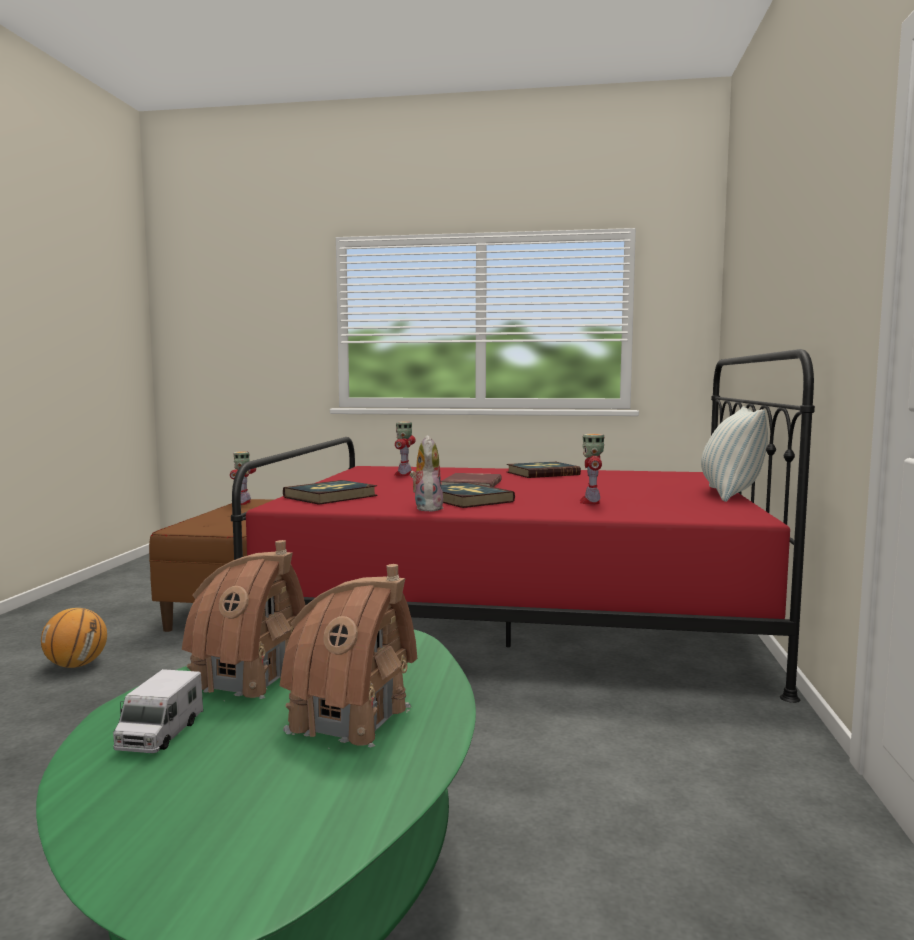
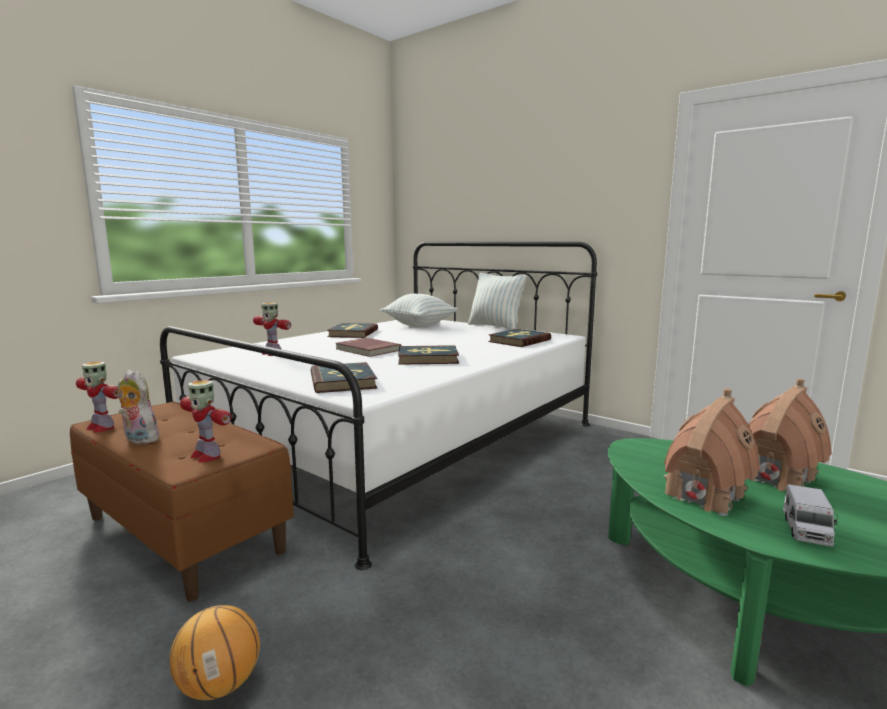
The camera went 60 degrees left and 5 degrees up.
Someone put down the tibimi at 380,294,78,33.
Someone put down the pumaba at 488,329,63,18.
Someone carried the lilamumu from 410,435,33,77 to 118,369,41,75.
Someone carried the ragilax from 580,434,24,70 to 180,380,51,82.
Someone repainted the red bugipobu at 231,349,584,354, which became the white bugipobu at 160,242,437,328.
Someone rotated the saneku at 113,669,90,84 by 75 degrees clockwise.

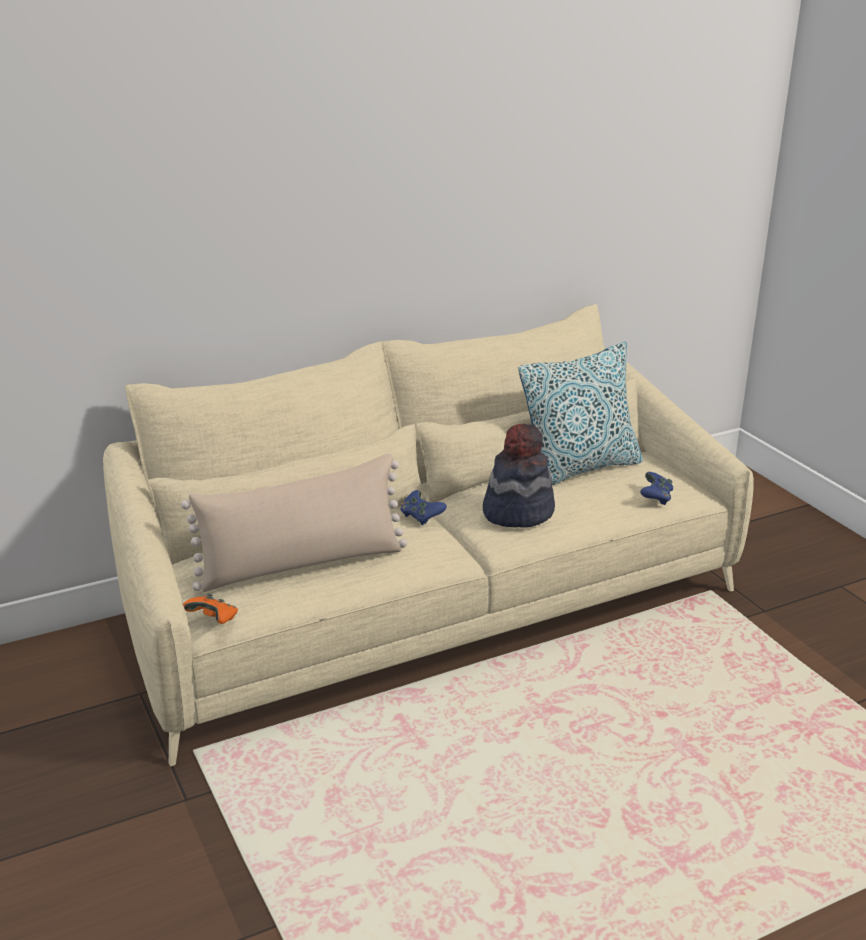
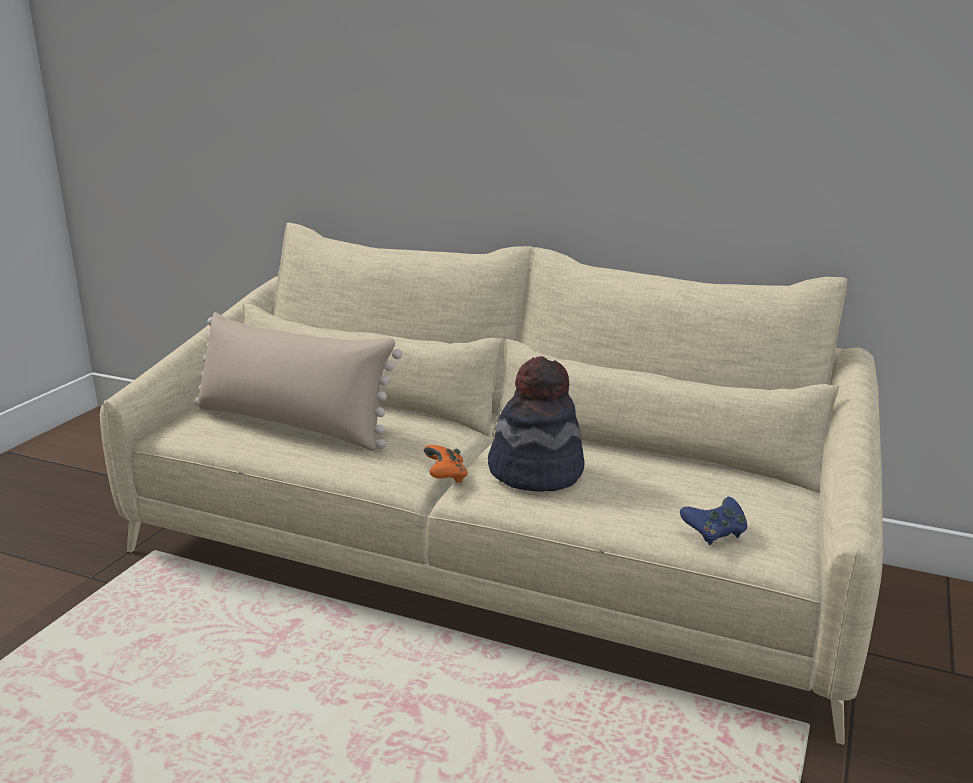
The camera went 50 degrees right and 5 degrees down.
Someone took away the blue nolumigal at 400,490,47,35.
Someone took away the tibimi at 518,341,125,144.
Someone carried the orange nolumigal from 183,593,55,31 to 423,445,45,38.

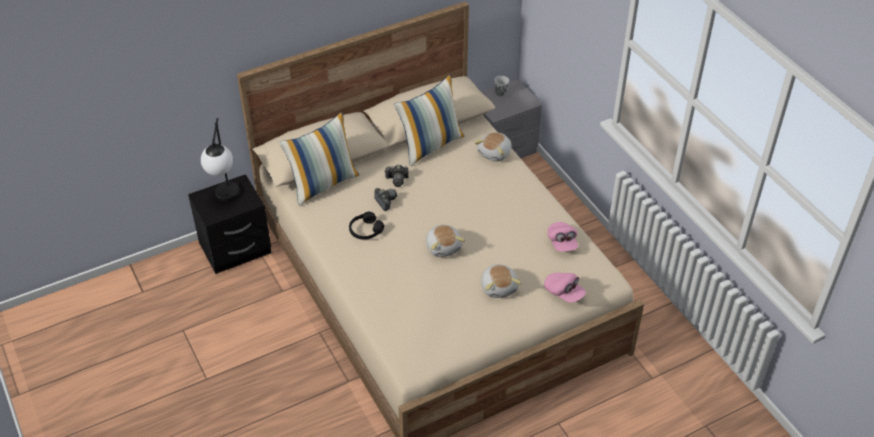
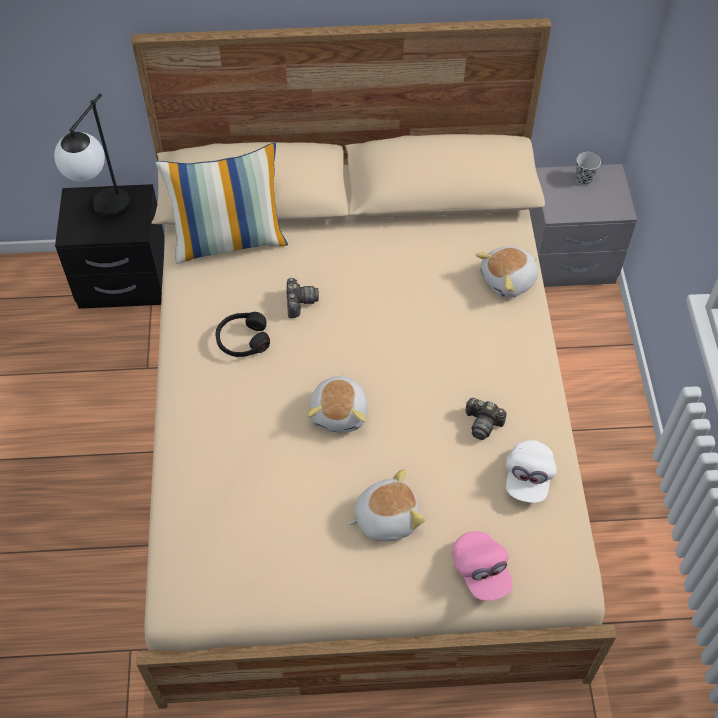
The camera went 25 degrees right and 10 degrees up.
Someone took away the tibimi at 394,75,70,91.
Someone carried the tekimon from 385,165,24,22 to 465,398,42,42.
Someone repainted the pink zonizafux at 547,222,31,30, which became the white zonizafux at 506,440,51,63.
Someone rotated the lilamumu at 481,264,41,34 by 120 degrees counterclockwise.

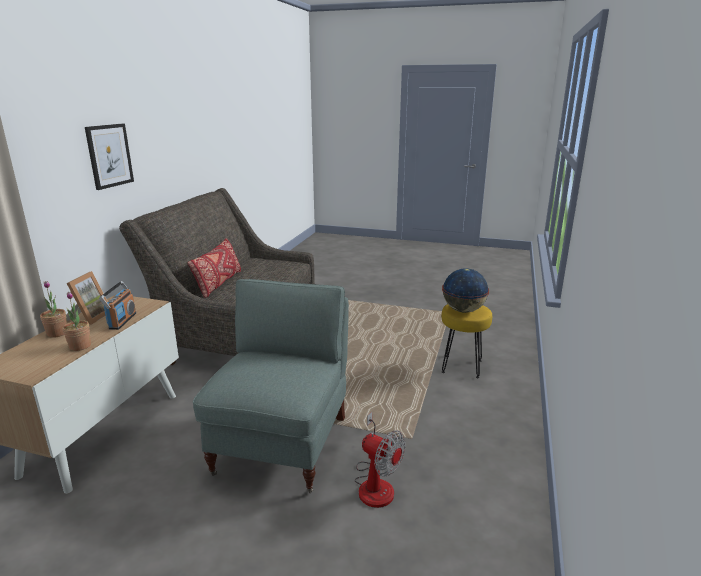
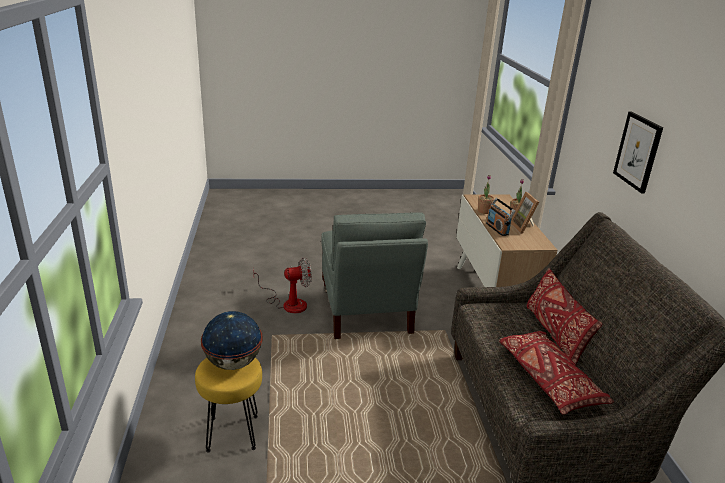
The camera went 155 degrees right and 5 degrees up.
Someone put down the red tibimi at 499,331,115,84.
Someone rotated the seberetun at 355,412,50,96 by 150 degrees clockwise.

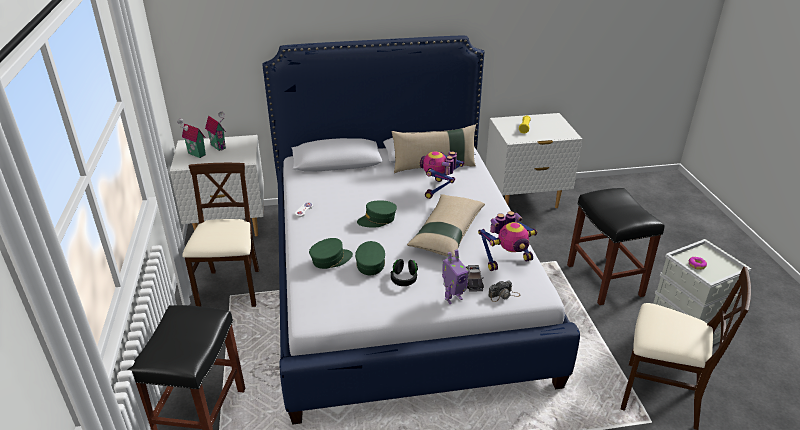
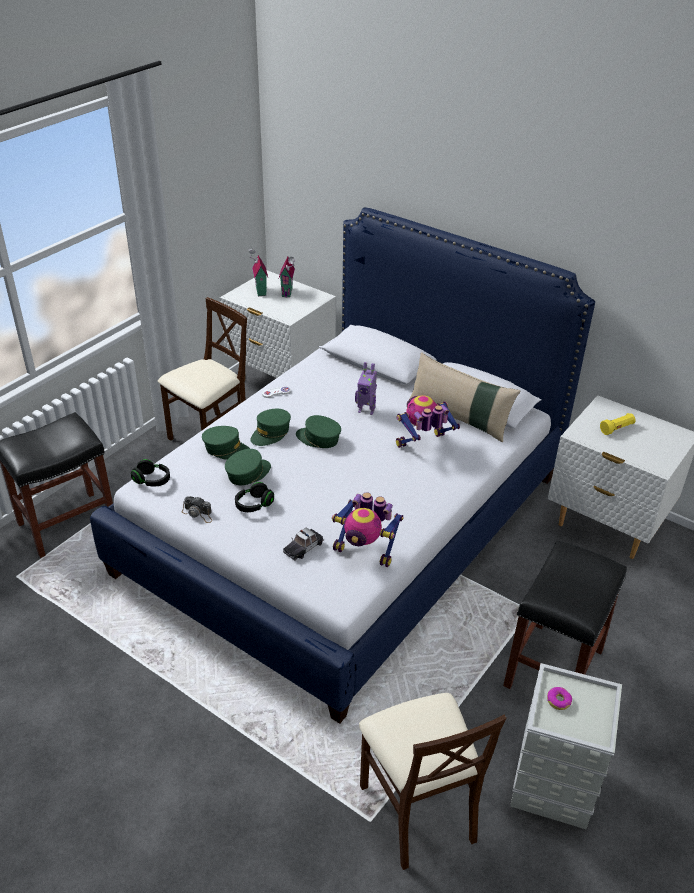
The camera went 45 degrees right and 5 degrees up.
Someone took away the beige tibimi at 407,194,78,63.
Someone put down the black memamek at 131,459,39,27.
Someone put down the green zonizafux at 250,409,41,37.
Someone carried the ragilax from 442,249,27,55 to 355,362,22,53.
Someone carried the tekimon from 488,281,32,21 to 182,496,30,27.

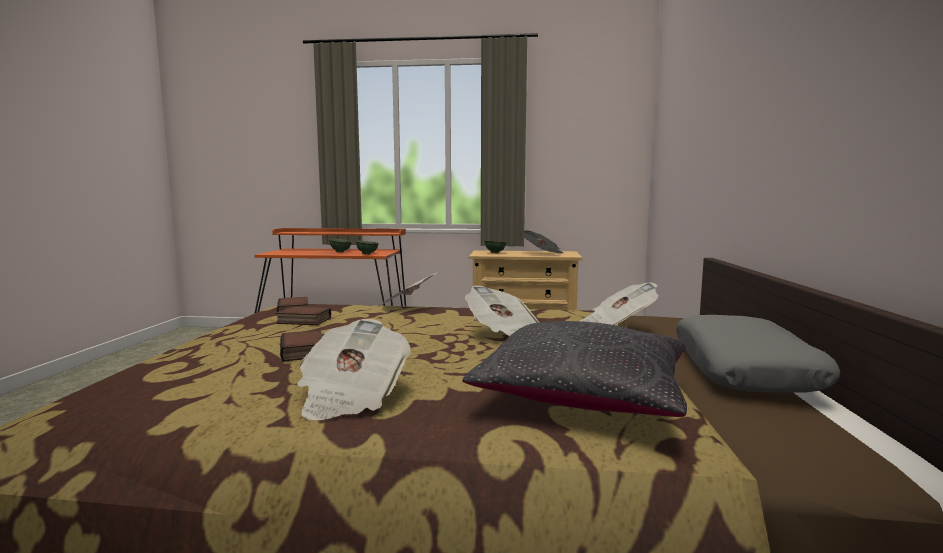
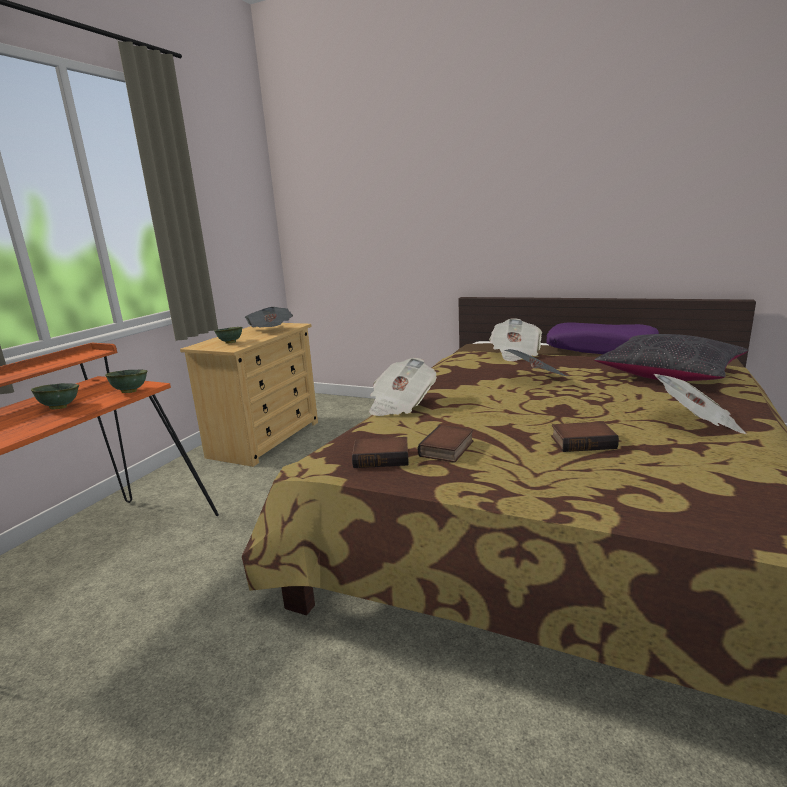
The camera went 70 degrees left and 10 degrees up.
Someone repainted the grey tibimi at 676,315,164,77, which became the purple tibimi at 547,322,112,32.

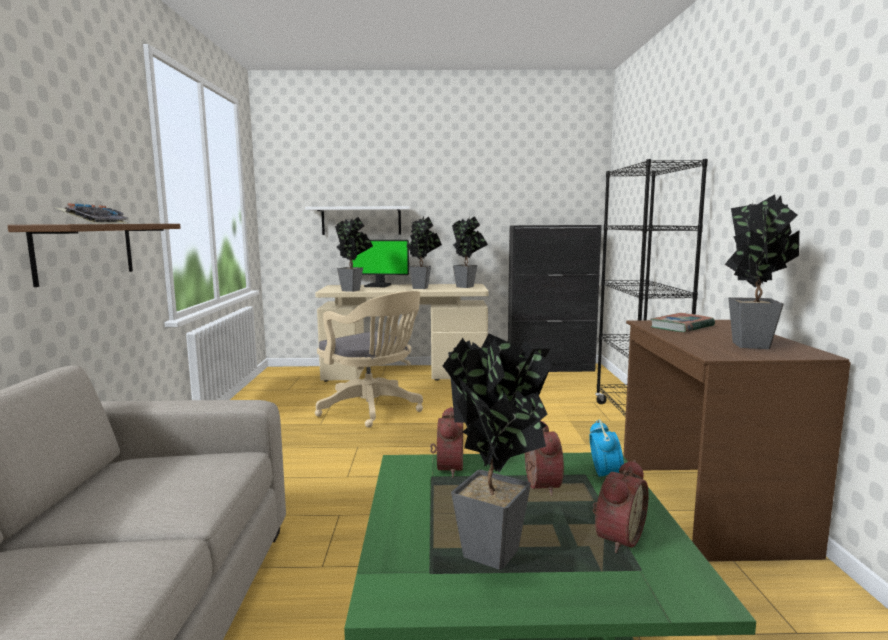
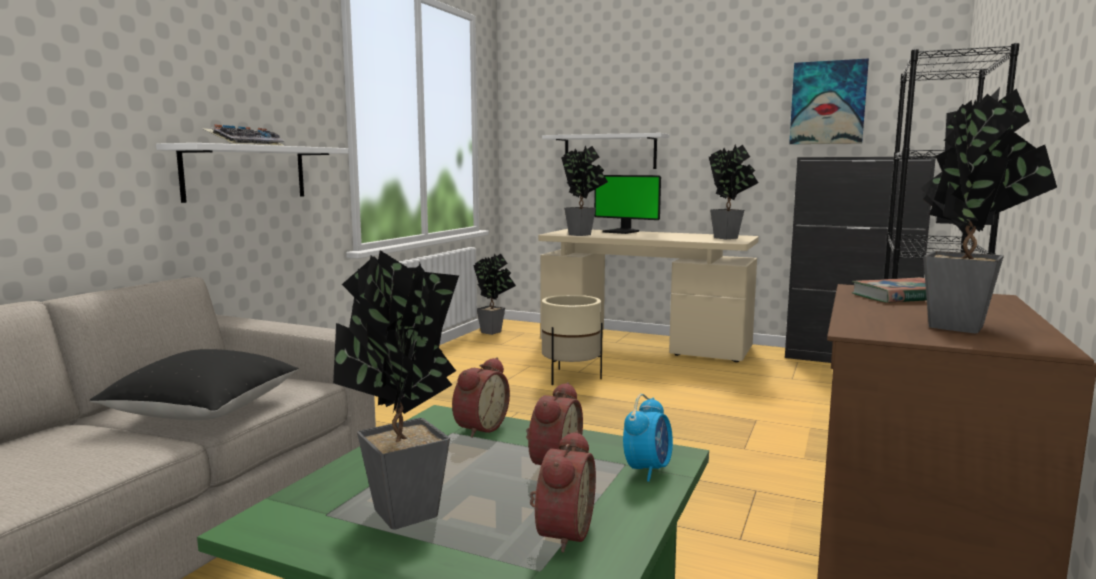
The camera went 25 degrees right and 0 degrees up.
Someone put down the black tibimi at 90,349,209,71.
Someone put up the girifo at 789,58,80,86.
Someone carried the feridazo from 407,216,35,73 to 473,253,43,82.
Someone swapped the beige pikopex at 315,291,108,137 for the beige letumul at 542,295,61,90.
Someone repainted the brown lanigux at 7,224,174,63, which became the white lanigux at 156,143,192,60.
Someone rotated the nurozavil at 593,460,55,93 by 45 degrees counterclockwise.

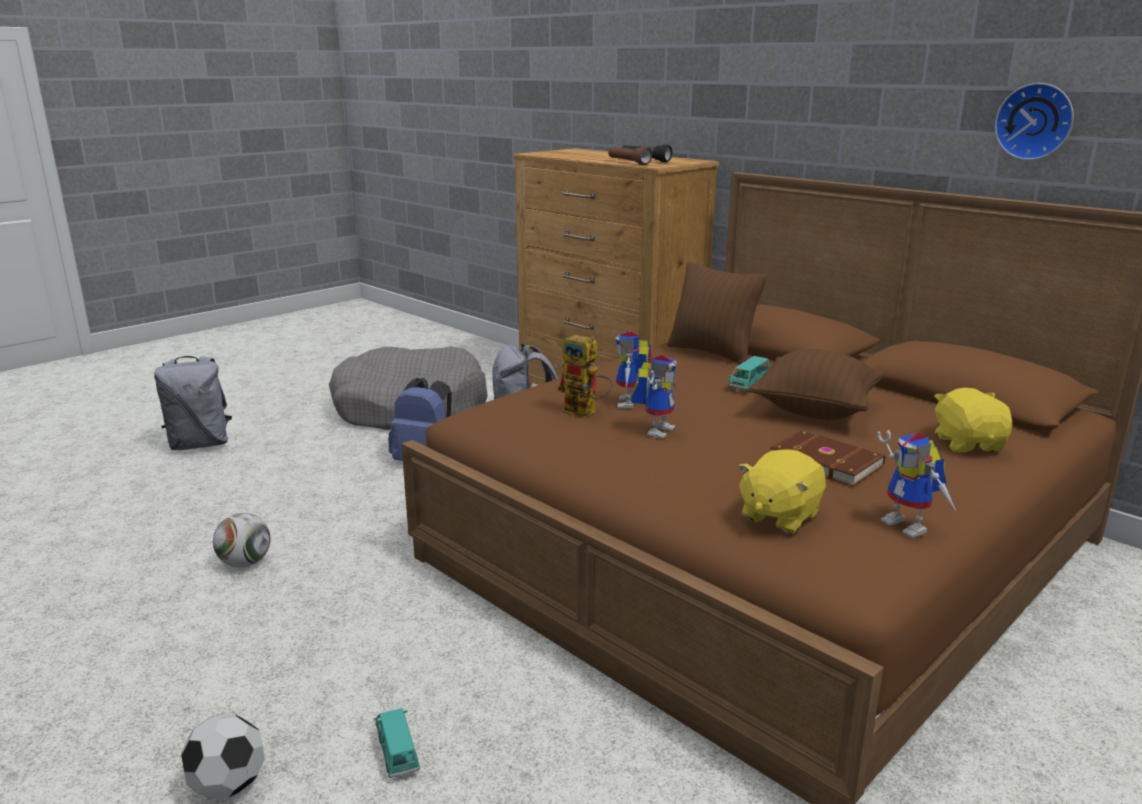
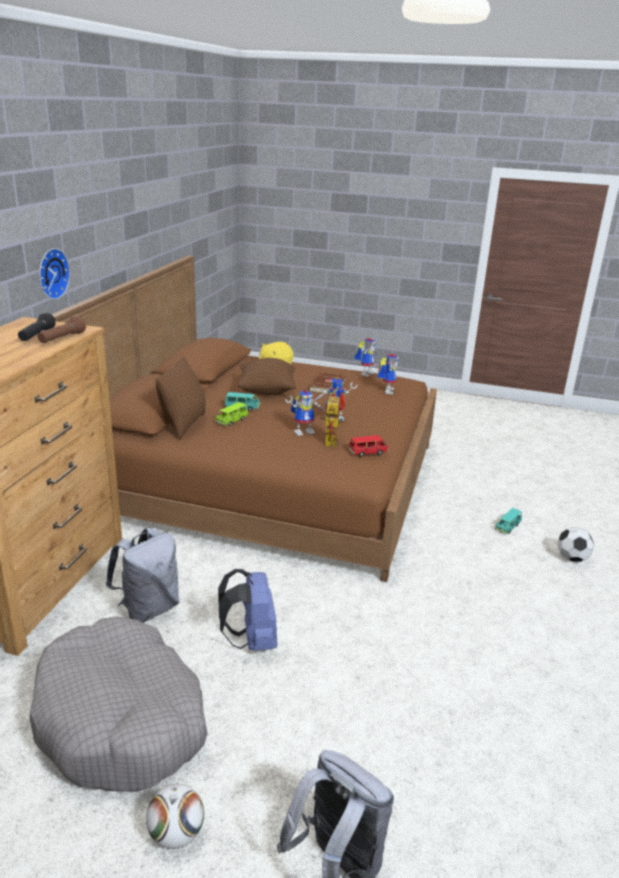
The camera went 120 degrees left and 5 degrees up.
Someone put down the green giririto at 215,402,33,24.
Someone put down the red giririto at 349,435,40,22.
Someone carried the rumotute from 213,513,57,55 to 146,784,58,65.
Someone carried the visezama from 995,83,79,77 to 39,248,31,52.
Someone swapped the yellow lilamumu at 738,449,88,85 for the ragilax at 377,354,22,41.

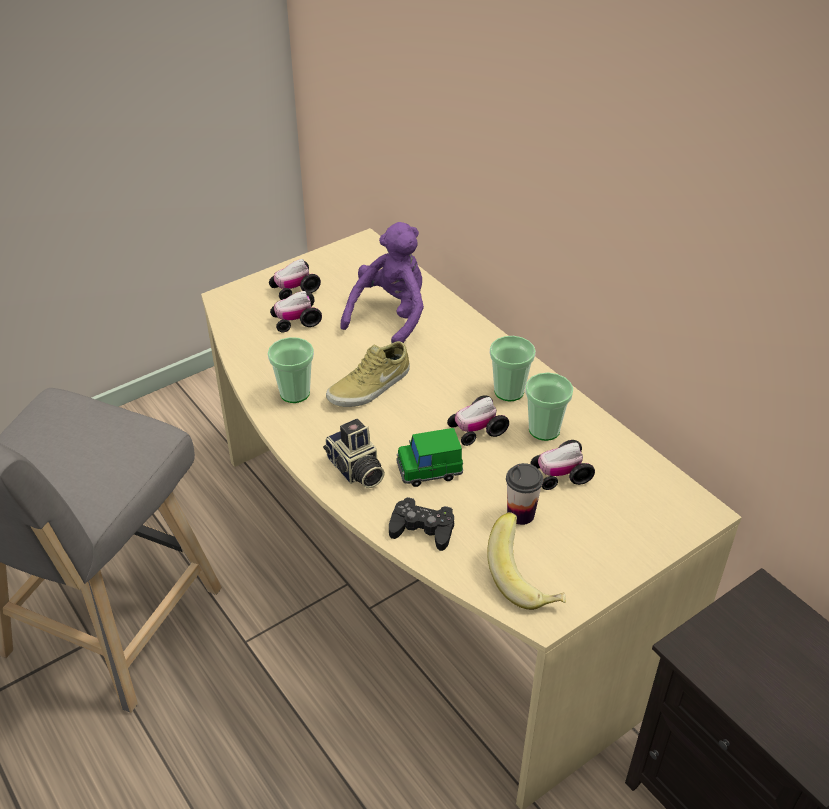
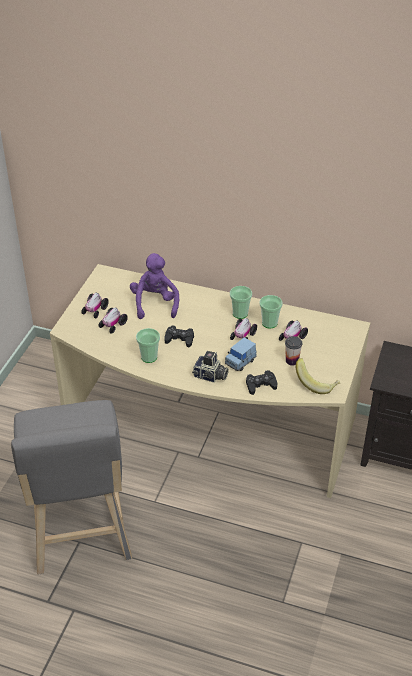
The camera went 35 degrees left and 0 degrees up.
Someone swapped the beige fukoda at 326,341,84,66 for the black nolumigal at 164,325,30,22.
Someone repainted the green giririto at 396,428,67,59, which became the blue giririto at 225,337,32,34.

